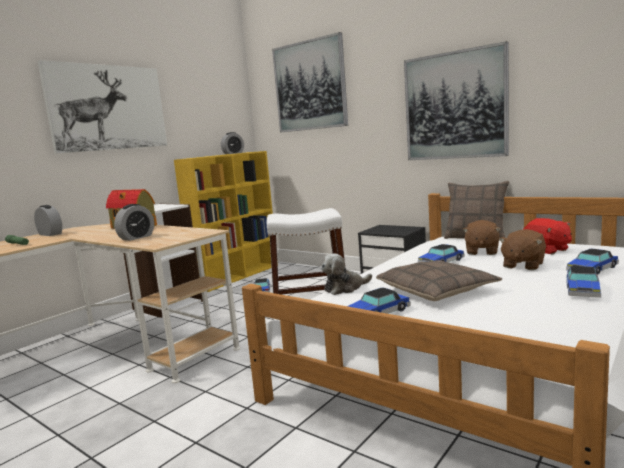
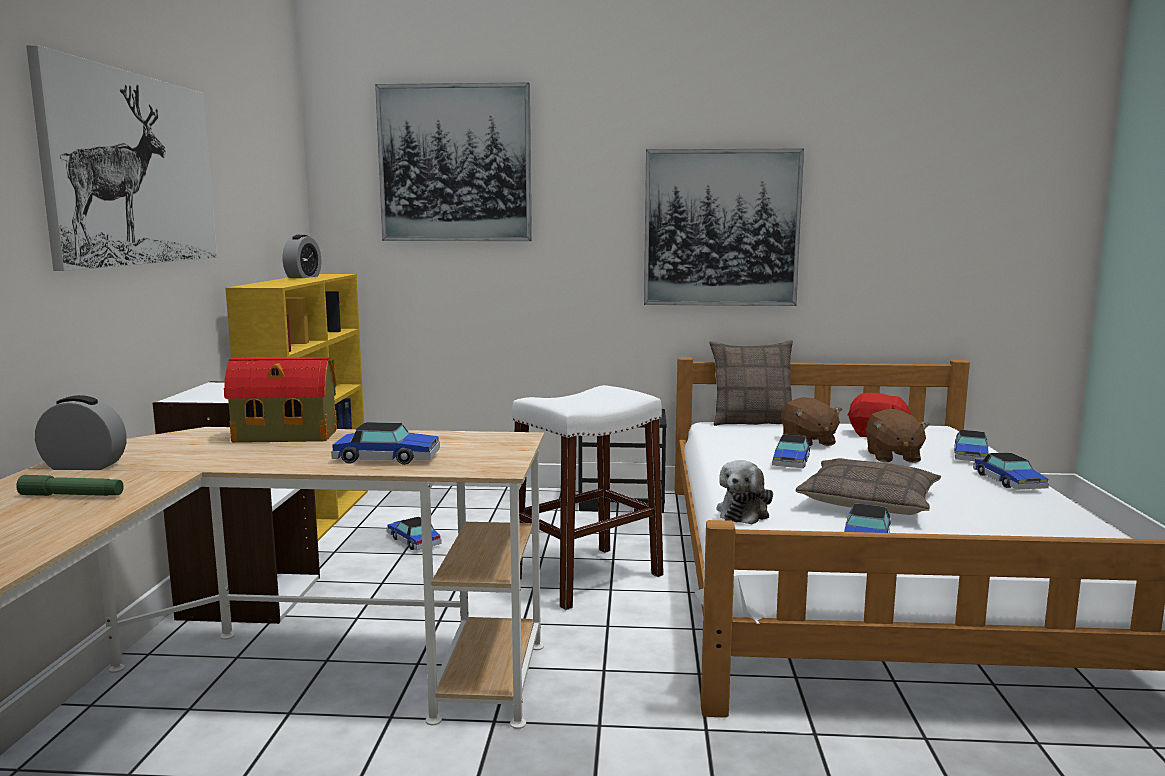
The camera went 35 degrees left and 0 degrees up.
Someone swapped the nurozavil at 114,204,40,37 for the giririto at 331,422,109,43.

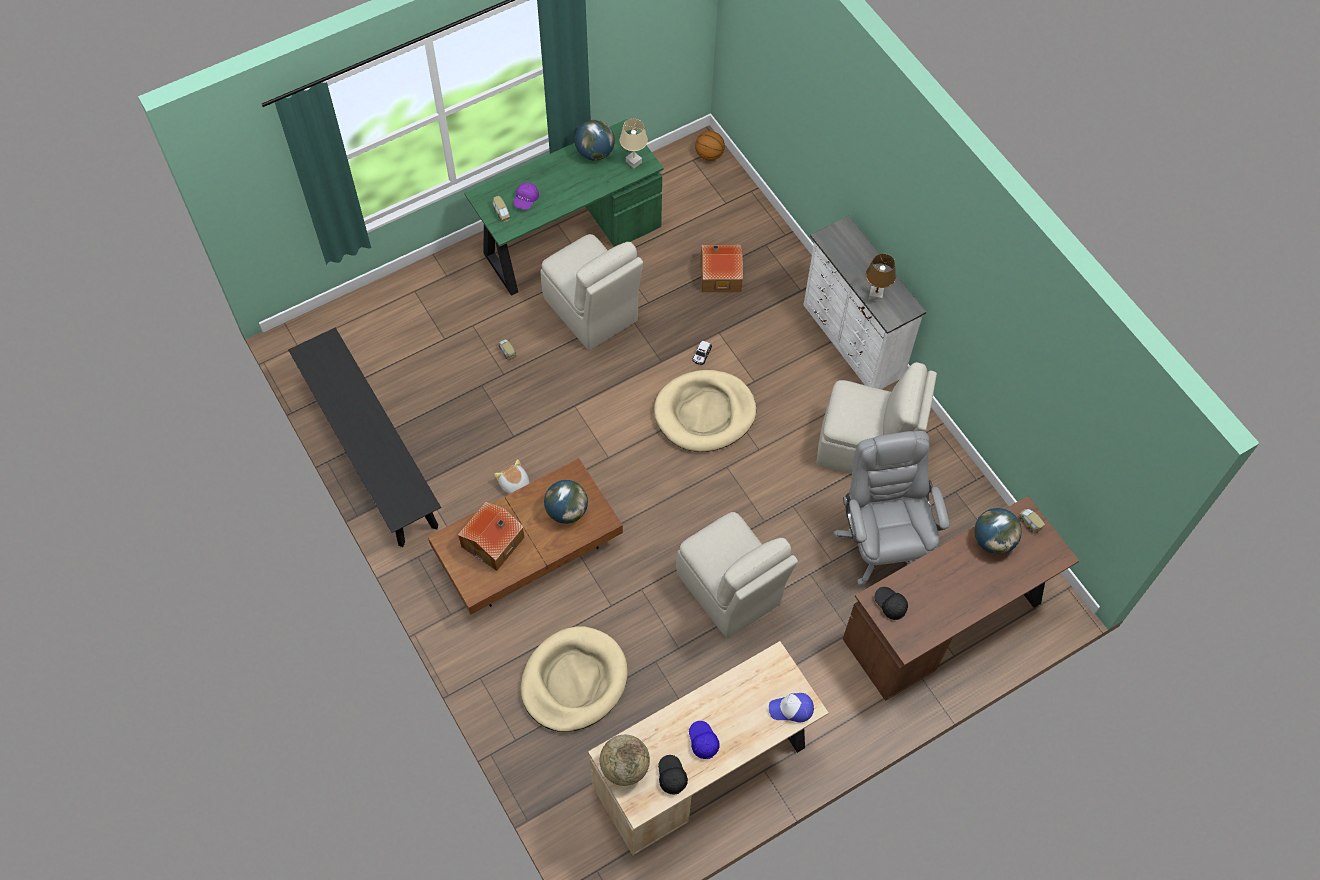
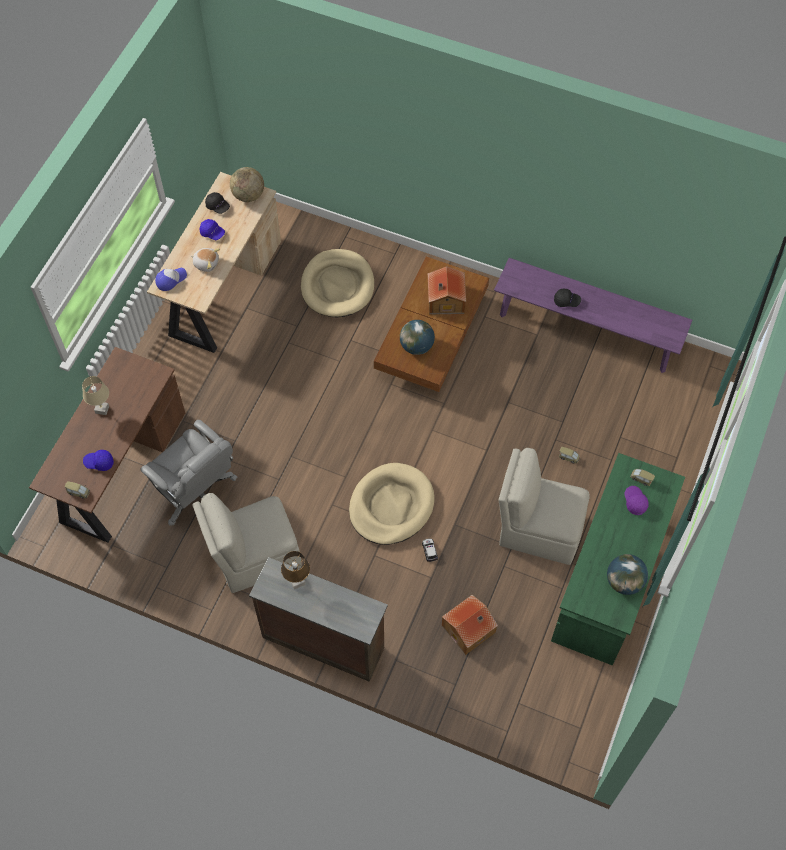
The camera went 145 degrees right and 0 degrees up.
Someone took away the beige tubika at 676,512,122,127.
Someone took away the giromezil at 695,131,30,30.
Someone carried the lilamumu from 494,459,35,35 to 191,248,29,24.
Someone carried the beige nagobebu from 620,119,28,50 to 82,376,27,39.
Someone carried the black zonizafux from 874,587,34,33 to 554,289,27,18.
Someone swapped the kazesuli at 974,508,48,46 for the blue zonizafux at 83,450,31,21.
Someone repainted the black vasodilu at 288,328,153,219, which became the purple vasodilu at 494,258,198,115.
Someone repainted the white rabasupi at 803,216,123,173, which became the brown rabasupi at 249,557,139,125.

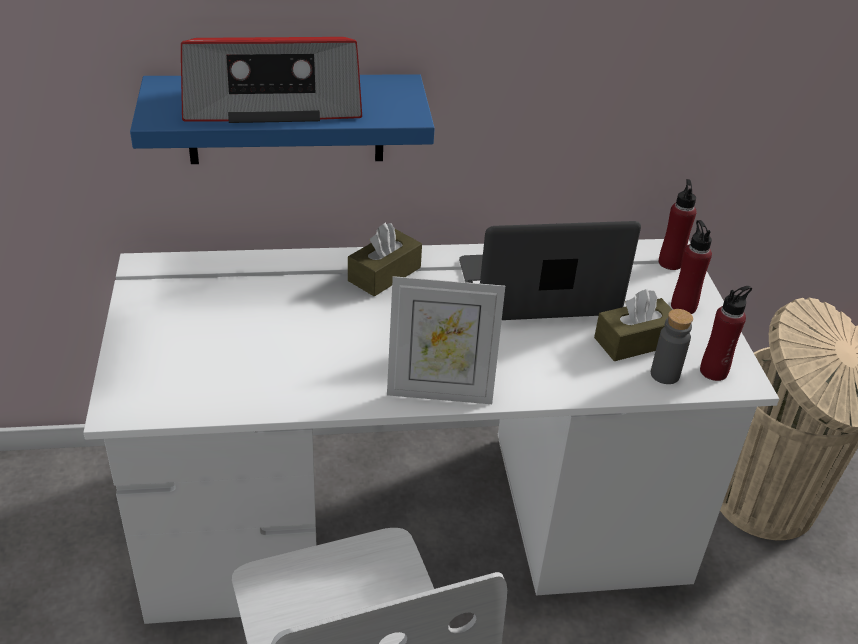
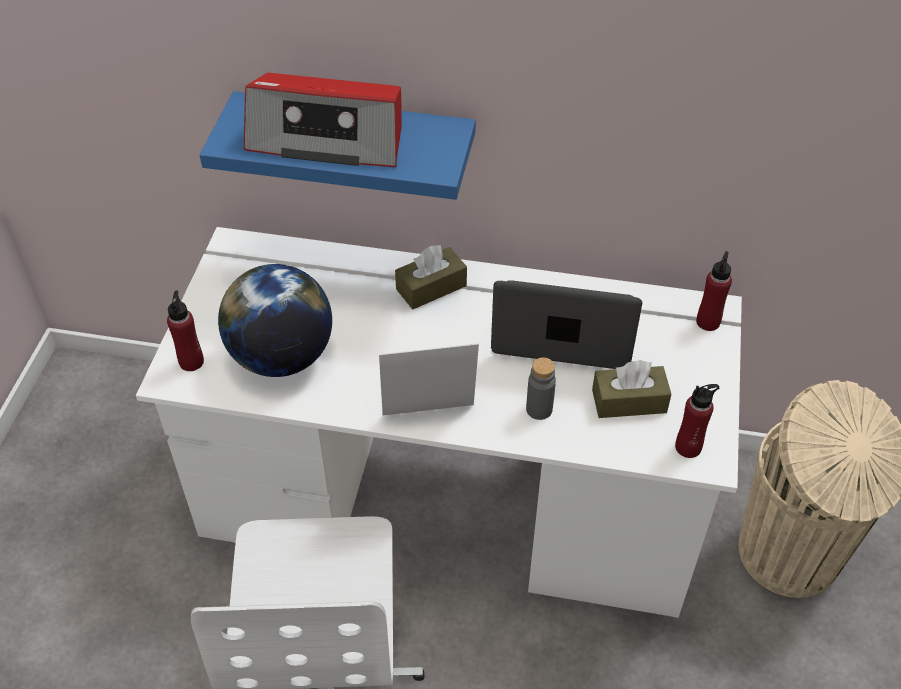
The camera went 20 degrees right and 10 degrees up.
Someone put down the kazesuli at 218,264,114,113.
Someone carried the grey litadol from 651,309,42,75 to 526,357,30,63.
Someone carried the red litadol from 671,220,41,94 to 167,290,37,81.
Someone rotated the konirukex at 387,276,118,128 by 150 degrees clockwise.

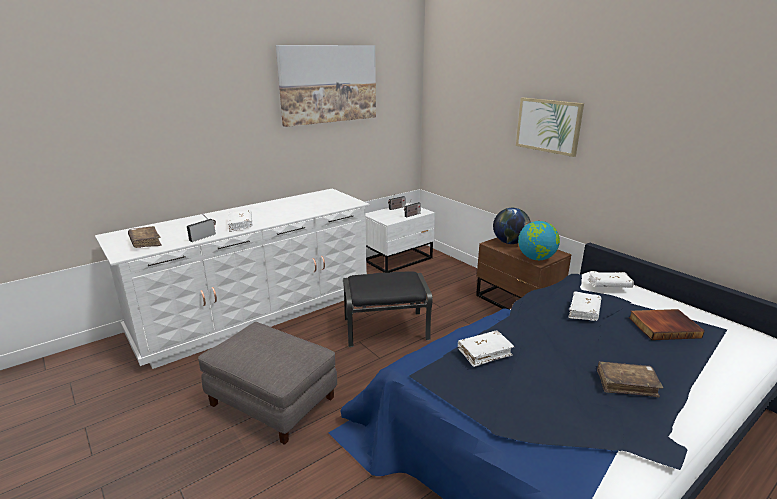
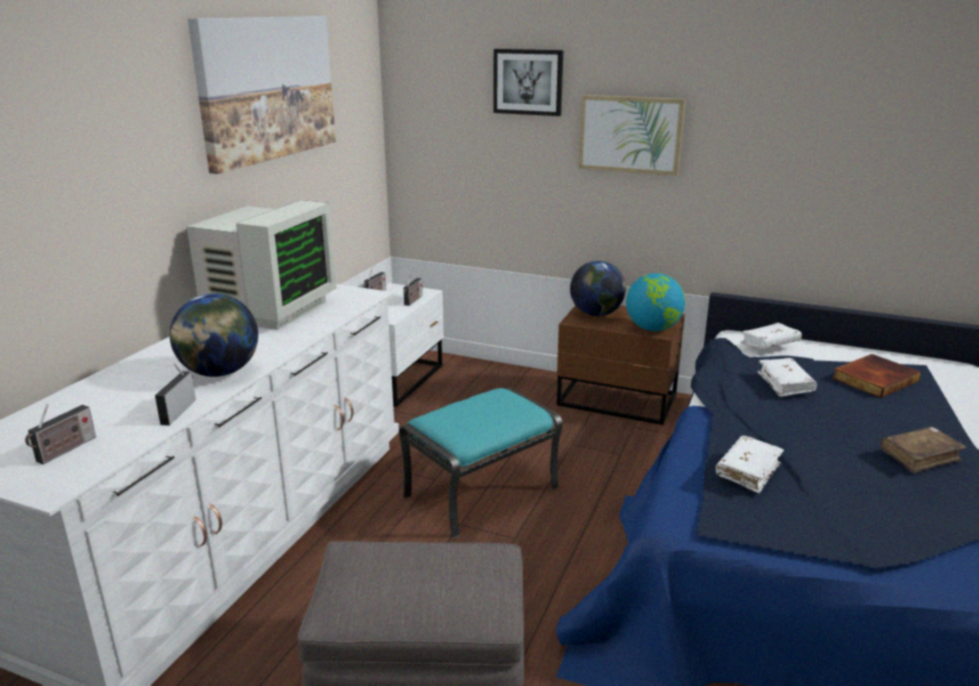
The camera went 30 degrees left and 0 degrees up.
Someone put down the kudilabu at 186,200,151,130.
Someone put up the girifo at 493,49,71,67.
Someone swapped the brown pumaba at 128,226,34,22 for the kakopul at 25,404,71,61.
Someone swapped the white pumaba at 228,210,24,22 for the kazesuli at 170,293,88,84.
Someone repainted the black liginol at 343,271,90,76, which became the turquoise liginol at 399,387,164,152.

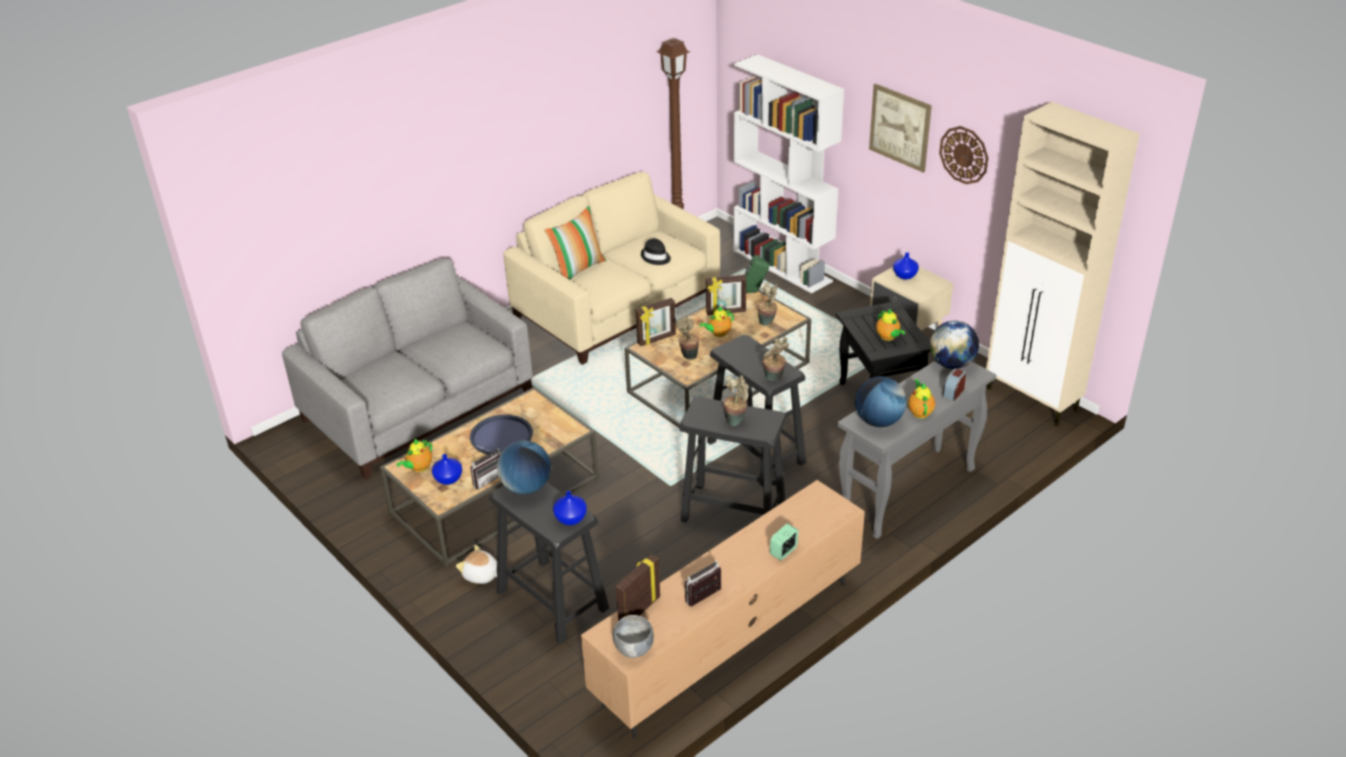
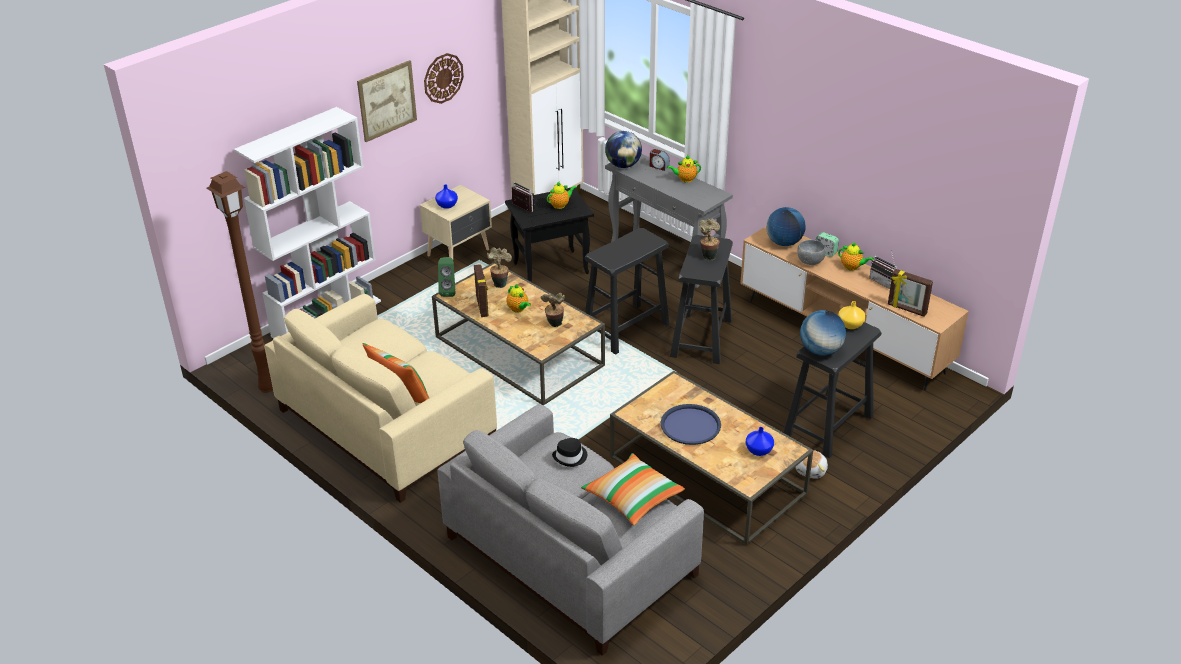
The camera went 95 degrees left and 0 degrees up.
Someone took away the konirukex at 635,298,41,48.
Someone took away the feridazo at 763,337,26,44.
Someone put down the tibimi at 581,453,104,73.
Someone carried the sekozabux from 396,439,36,33 to 838,242,36,29.
Someone carried the kakopul from 470,445,31,44 to 512,182,22,30.
Someone carried the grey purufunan from 613,615,41,43 to 797,240,29,25.
Someone carried the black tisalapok from 641,238,30,27 to 552,438,35,29.
Someone carried the kazesuli from 855,376,51,51 to 766,207,40,39.
Someone repainted the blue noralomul at 553,491,34,34, which became the yellow noralomul at 838,301,28,28.

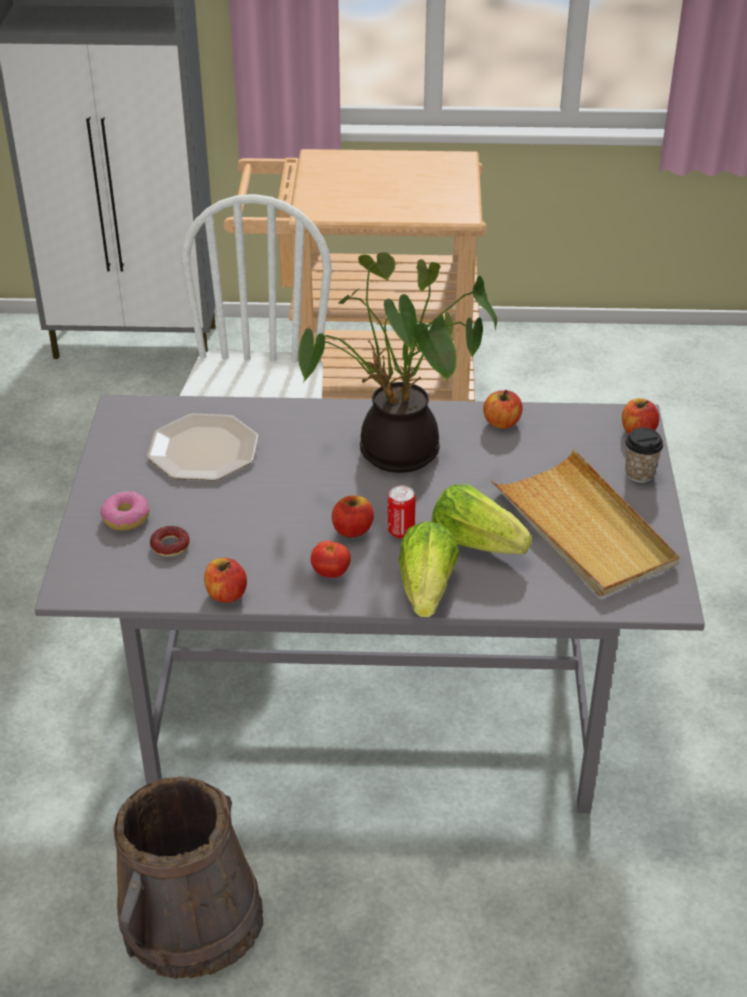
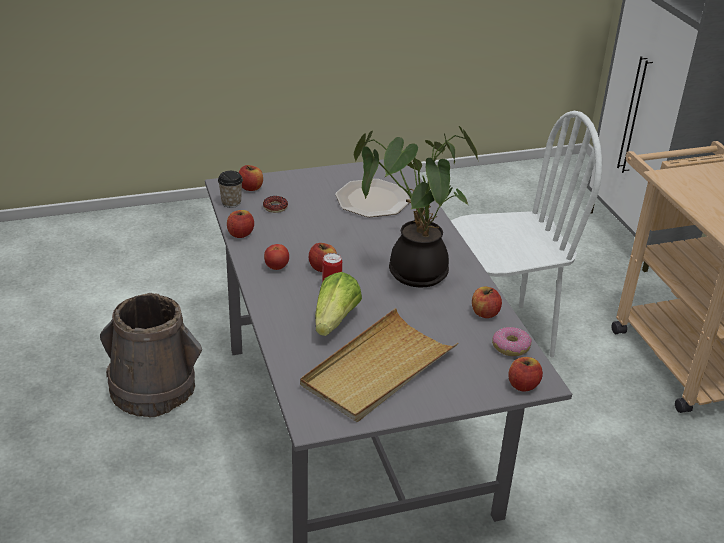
The camera went 70 degrees right and 5 degrees down.
Someone took away the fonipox at 399,521,60,96.
Someone put down the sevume at 238,165,25,26.
Someone carried the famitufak from 100,491,50,40 to 492,327,40,29.
Someone carried the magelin from 625,428,38,55 to 218,171,25,37.

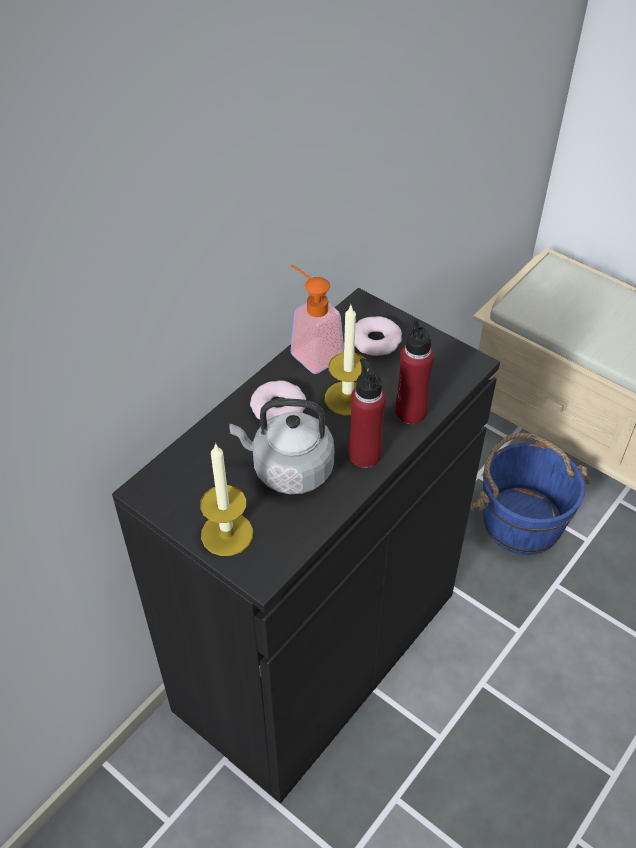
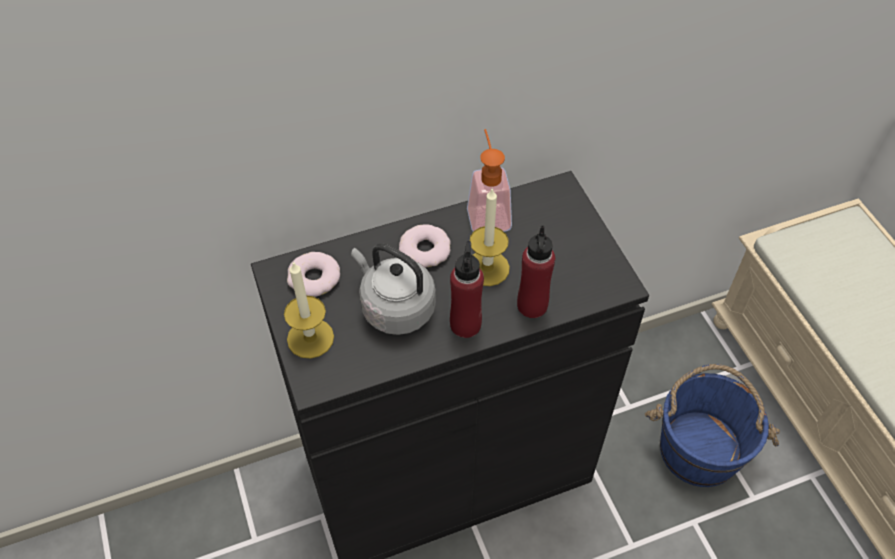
The camera went 30 degrees right and 5 degrees up.
Someone carried the famitufak from 355,316,47,40 to 287,252,53,45.

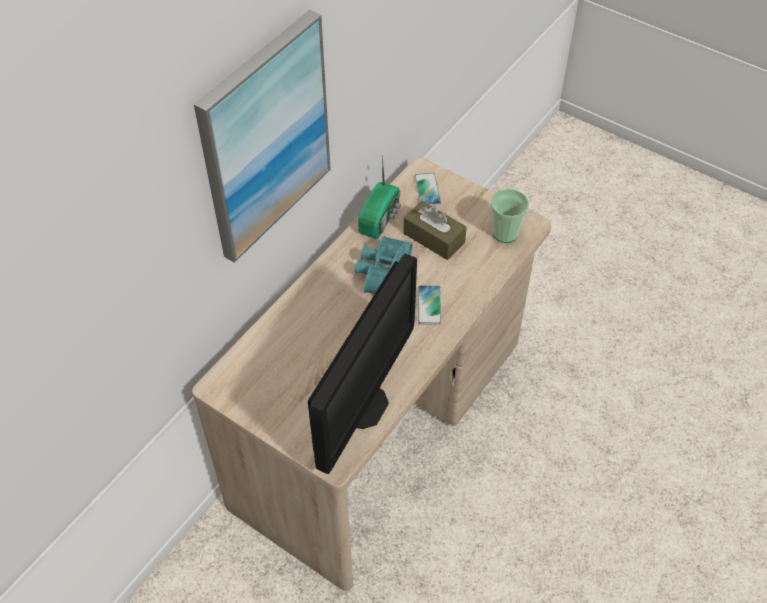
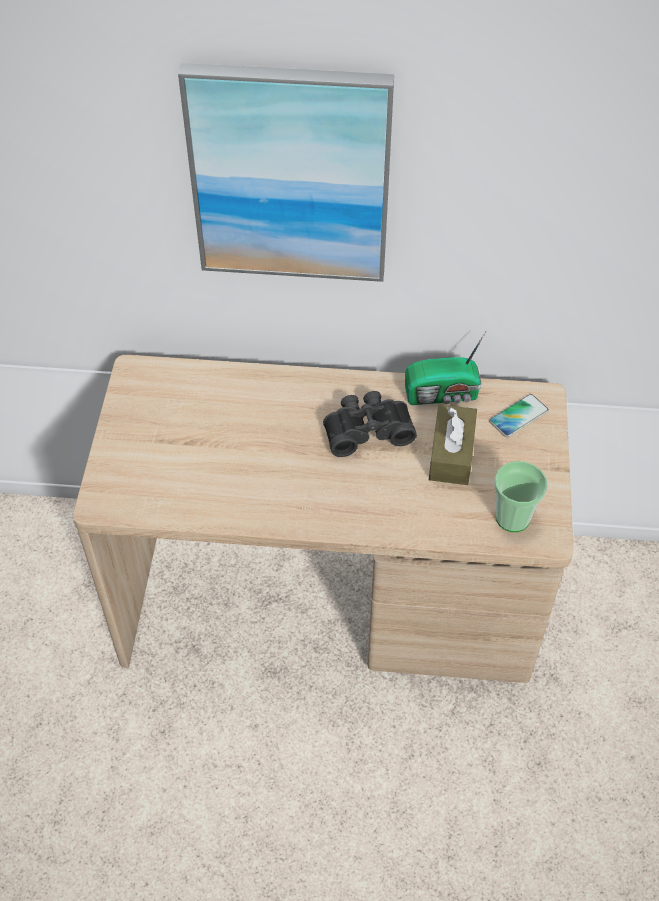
The camera went 60 degrees right and 0 degrees up.
Someone took away the kudilabu at 308,254,109,221.
Someone took away the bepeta at 418,285,23,40.
Someone repainted the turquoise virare at 355,236,58,58, which became the black virare at 323,391,94,66.

